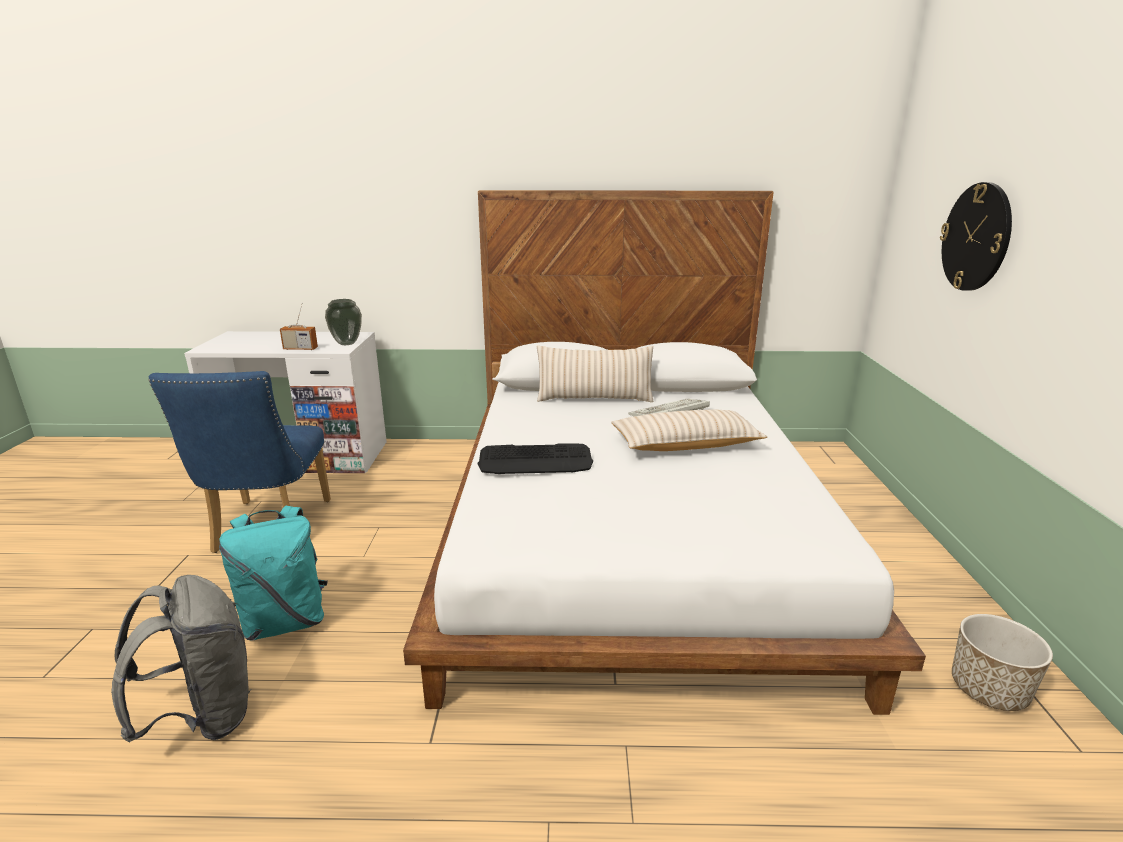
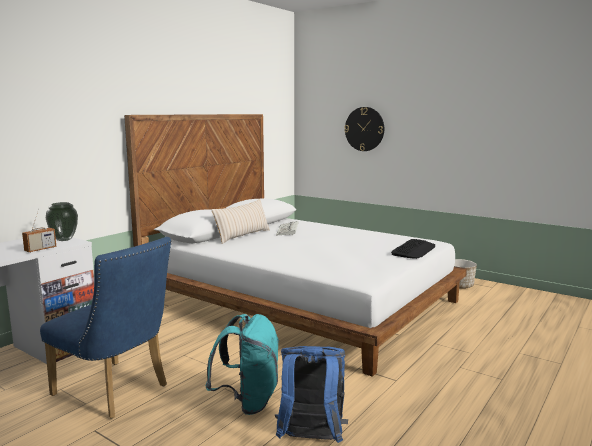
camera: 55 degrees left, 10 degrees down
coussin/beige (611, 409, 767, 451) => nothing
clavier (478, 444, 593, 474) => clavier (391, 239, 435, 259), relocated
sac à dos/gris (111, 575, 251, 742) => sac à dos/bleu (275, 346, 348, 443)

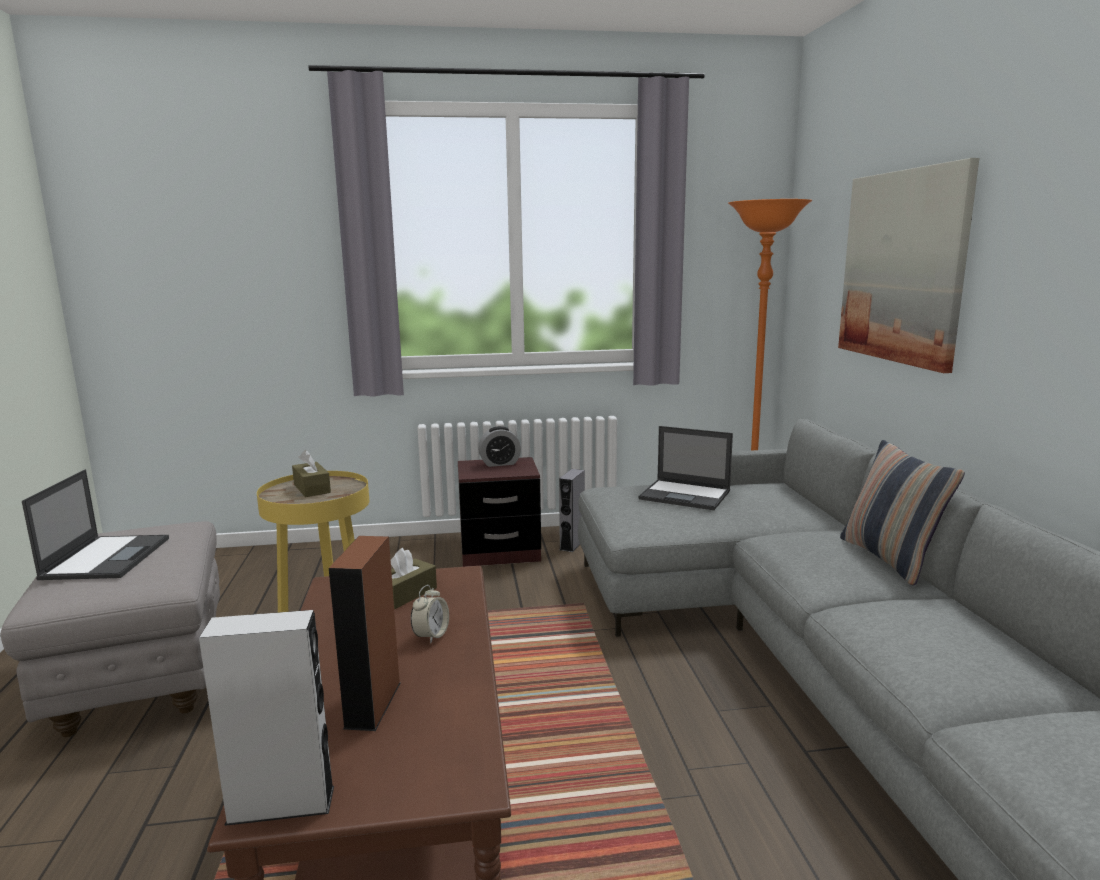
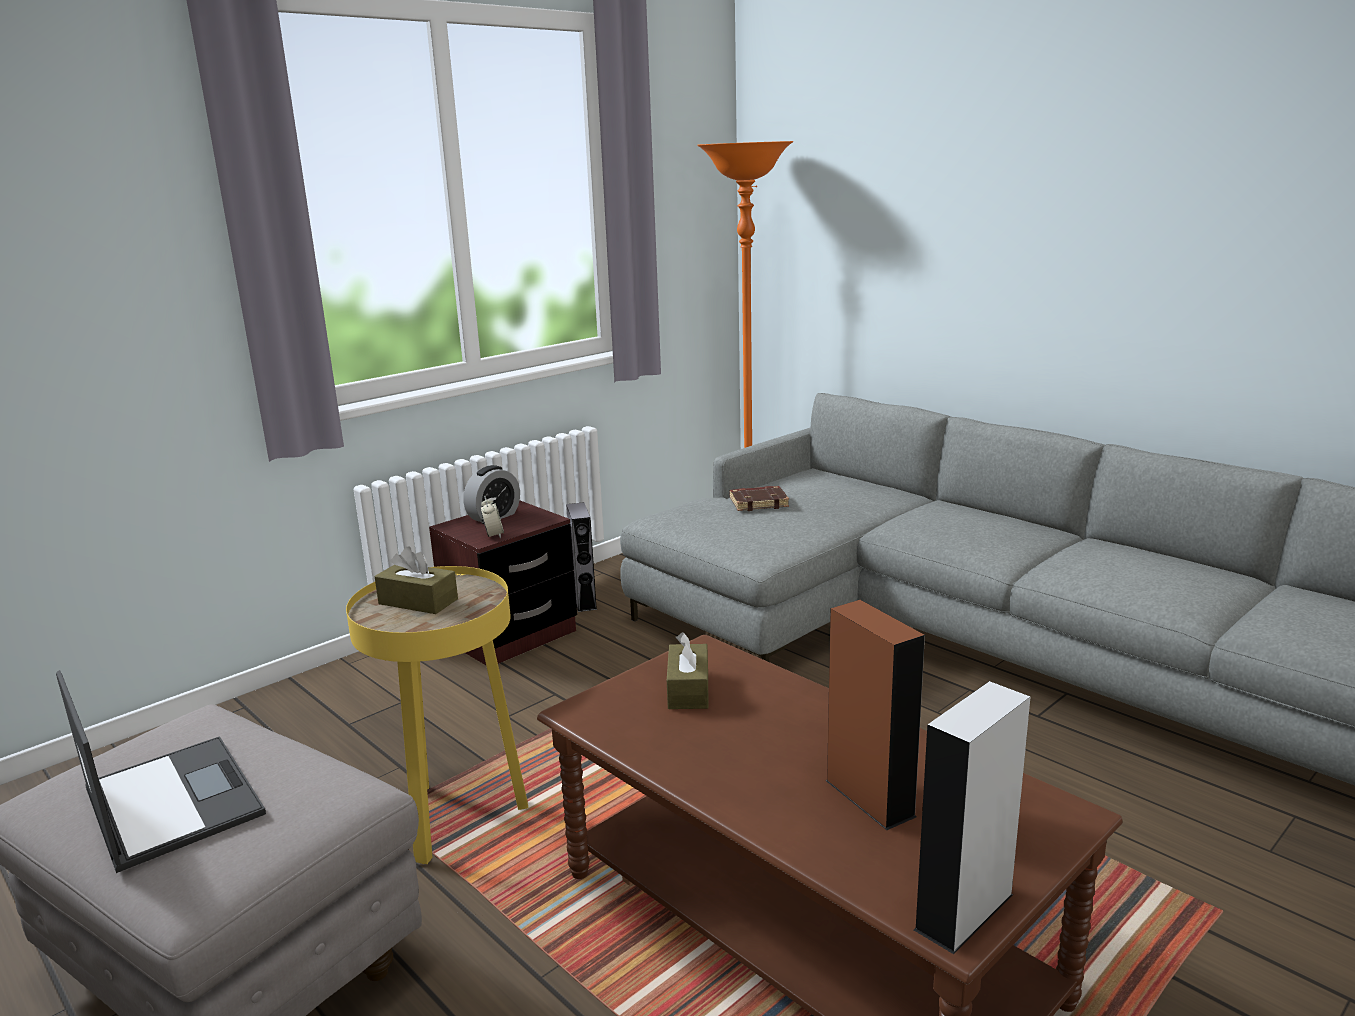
camera: 35 degrees left, 5 degrees up
tableau (838, 158, 980, 373) => nothing
ordinateur portable (638, 426, 733, 510) => livre/marron (729, 486, 789, 511)
coussin (840, 440, 965, 586) => nothing
réveil (411, 585, 449, 644) => réveil (480, 496, 504, 538), relocated

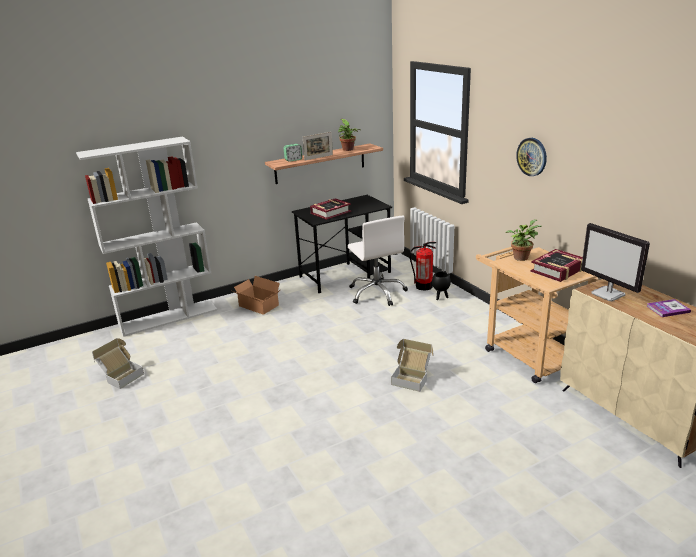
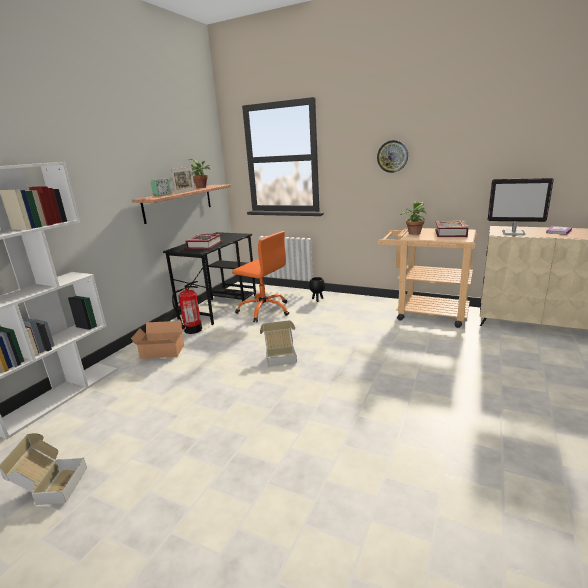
camera: 35 degrees left, 5 degrees down
chaise de bureau/blanc (348, 216, 408, 306) => chaise de bureau/orange (232, 231, 289, 322)
extincteur (410, 242, 436, 291) => extincteur (172, 281, 202, 334), relocated
carton (391, 339, 433, 392) => carton (260, 320, 297, 367), relocated

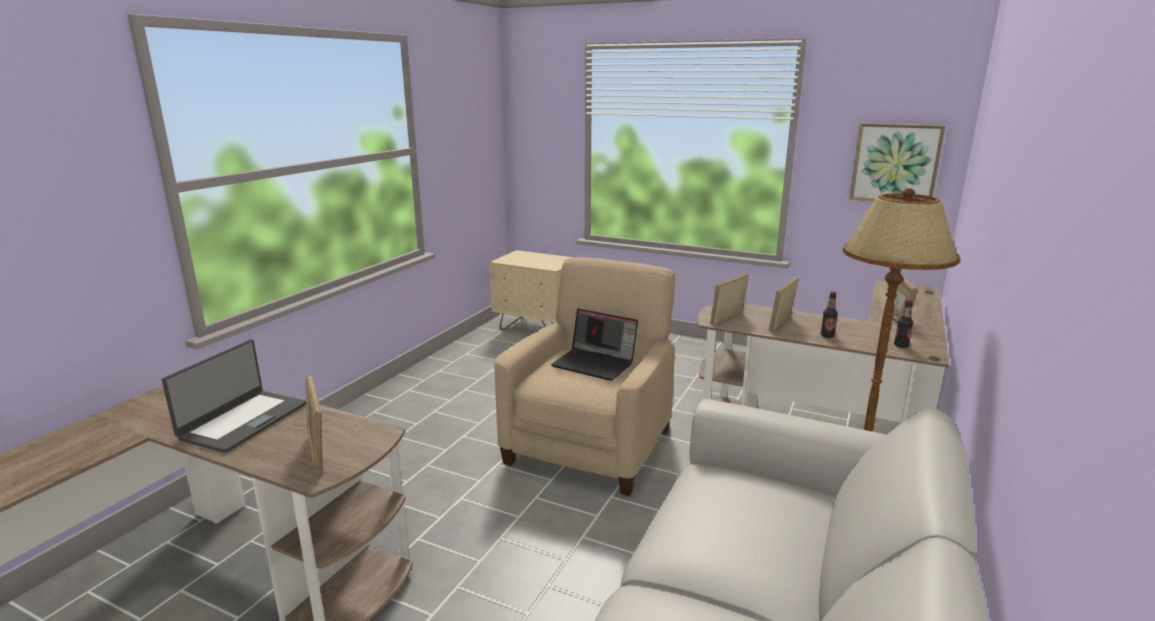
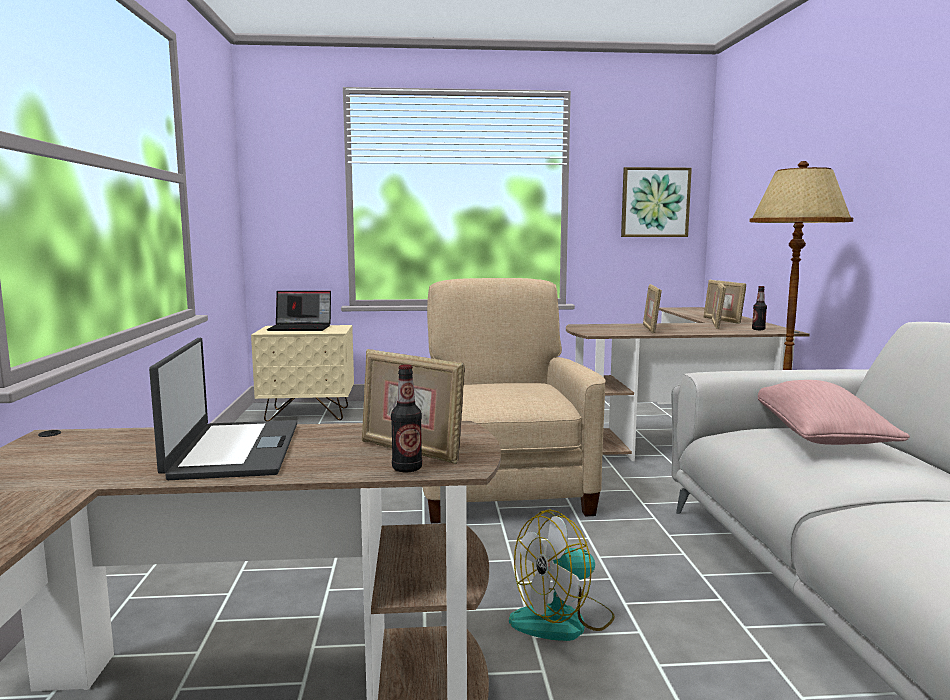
camera: 30 degrees left, 10 degrees down
cadre photo (710, 273, 749, 325) => cadre photo (712, 282, 726, 329), relocated
bouteille (821, 292, 838, 338) => bouteille (391, 364, 422, 473), relocated
ordinateur portable (551, 309, 638, 381) => ordinateur portable (267, 291, 331, 331), relocated
nothing => coussin/rose (758, 380, 910, 445)
nothing => ventilateur (509, 509, 615, 641)

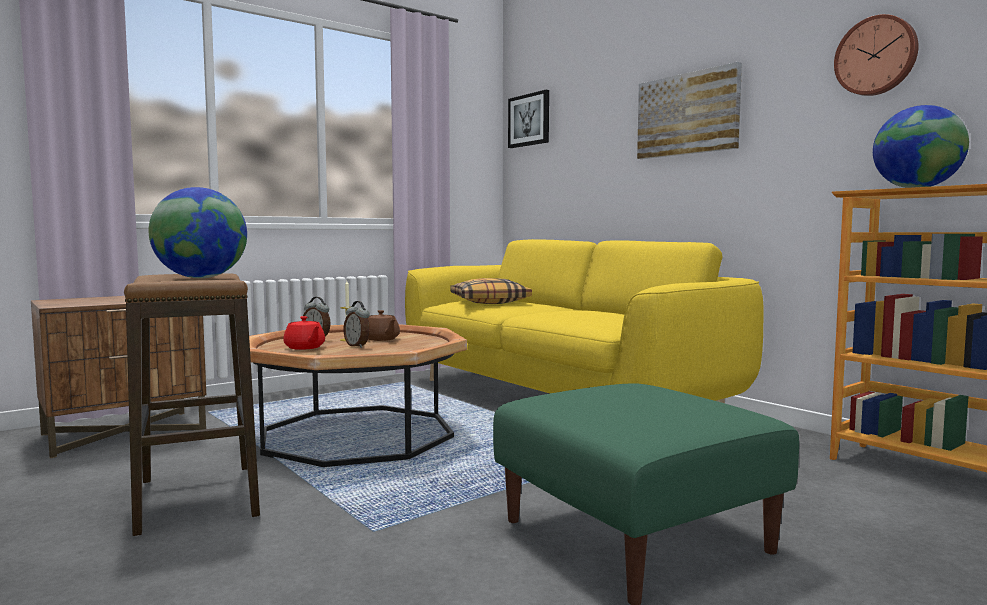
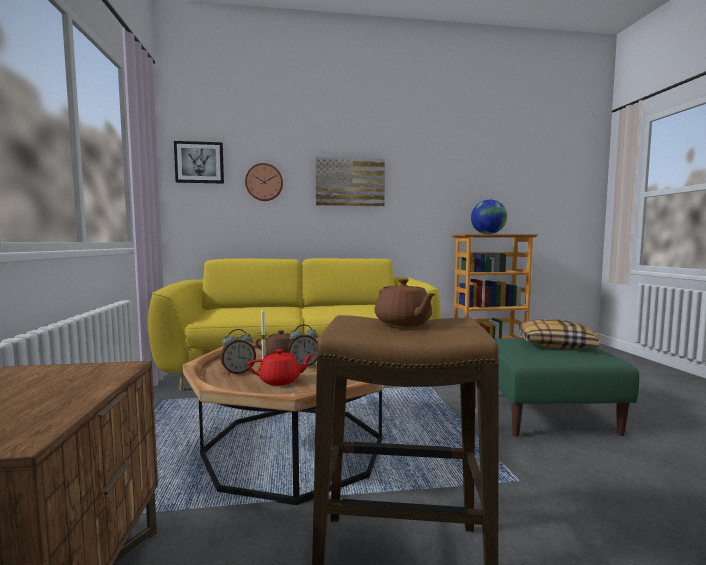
camera: 60 degrees left, 0 degrees up
horloge murale (834, 14, 919, 96) => horloge murale (245, 163, 283, 201), relocated
globe (149, 187, 247, 278) => théière/marron (374, 279, 435, 326)
coussin (450, 278, 532, 304) => coussin (519, 319, 600, 349), relocated

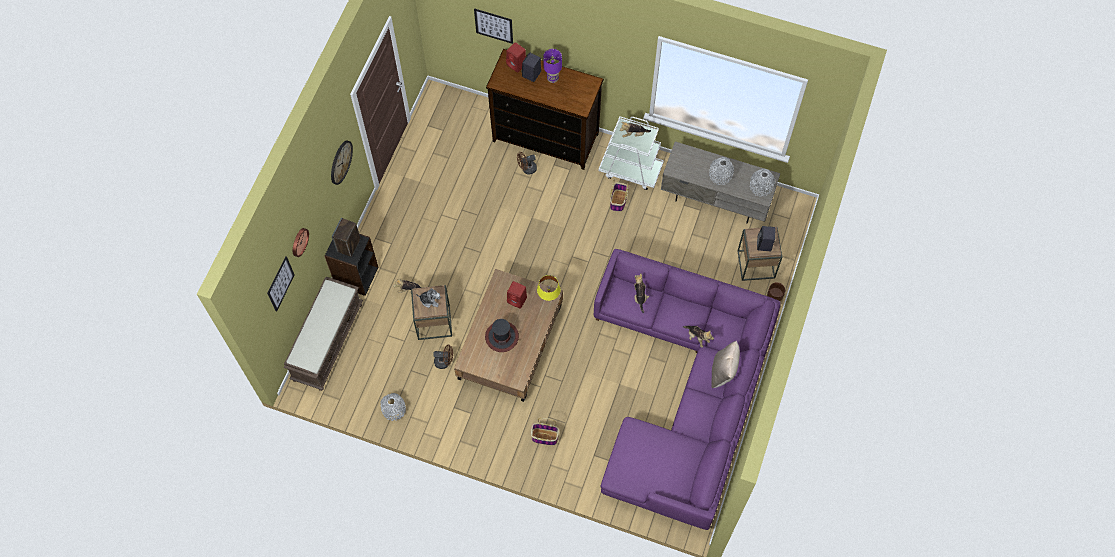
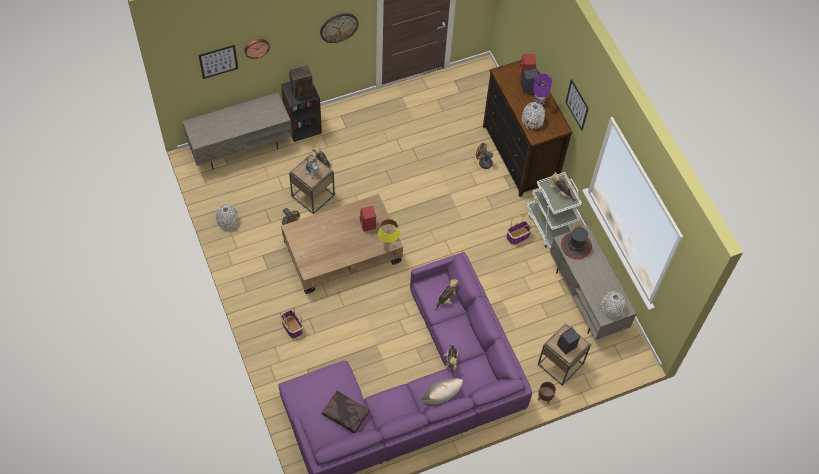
camera: 45 degrees right, 5 degrees down
tableau (474, 8, 513, 44) => tableau (566, 79, 589, 131), relocated
vase/gris (709, 157, 734, 185) => vase/gris (522, 102, 545, 129), relocated
banc/marron (283, 277, 363, 391) => meuble télé/gris (182, 92, 292, 169)
chapeau (485, 319, 519, 352) => chapeau (561, 227, 592, 259), relocated
nothing => coussin/marron (322, 391, 370, 433)

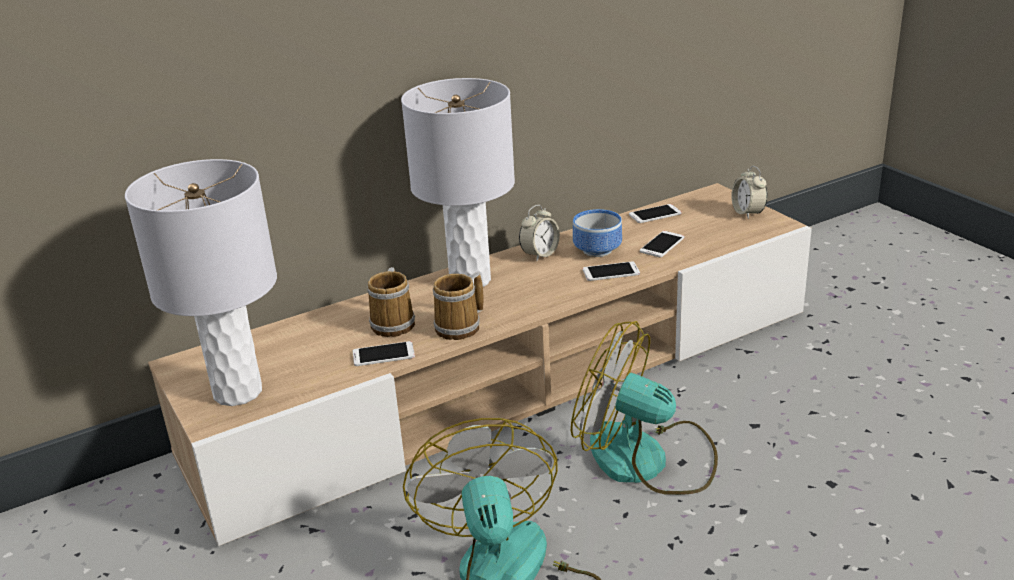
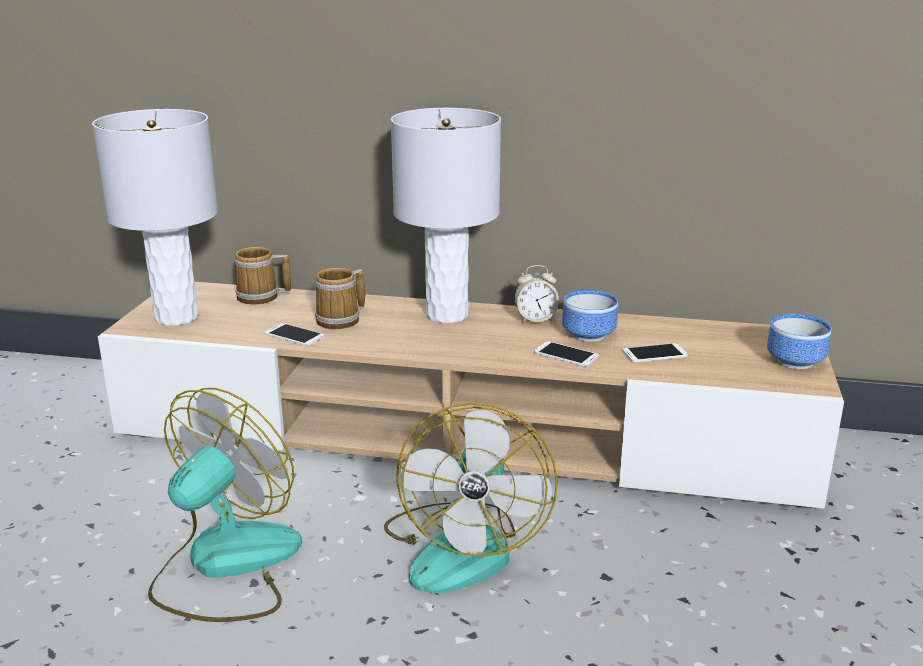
camera: 40 degrees right, 5 degrees down
réveil (731, 166, 768, 219) => bol (767, 314, 831, 369)
téléphone (629, 204, 682, 223) => nothing
mug (433, 272, 484, 340) => mug (234, 247, 291, 305), relocated
ventilateur (571, 321, 718, 495) => ventilateur (384, 403, 558, 593), 150 degrees counterclockwise

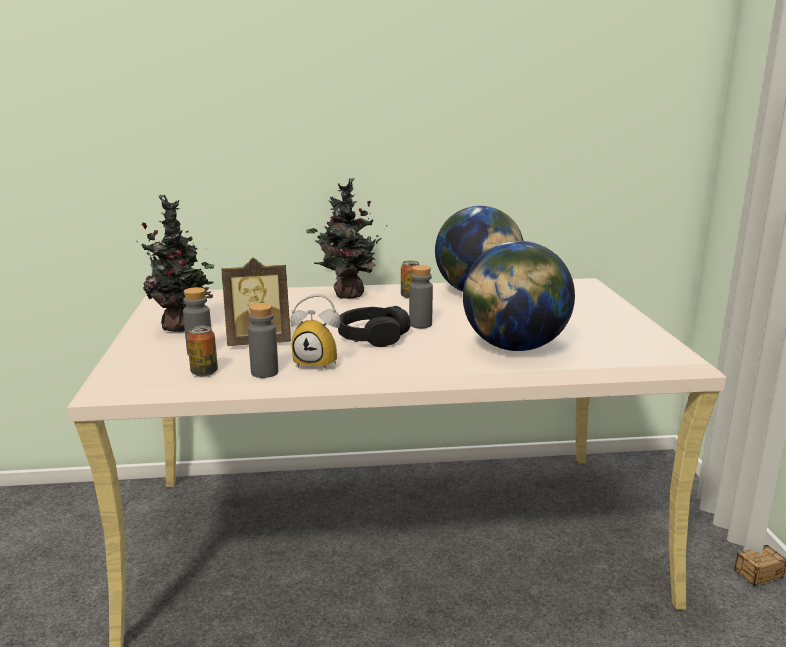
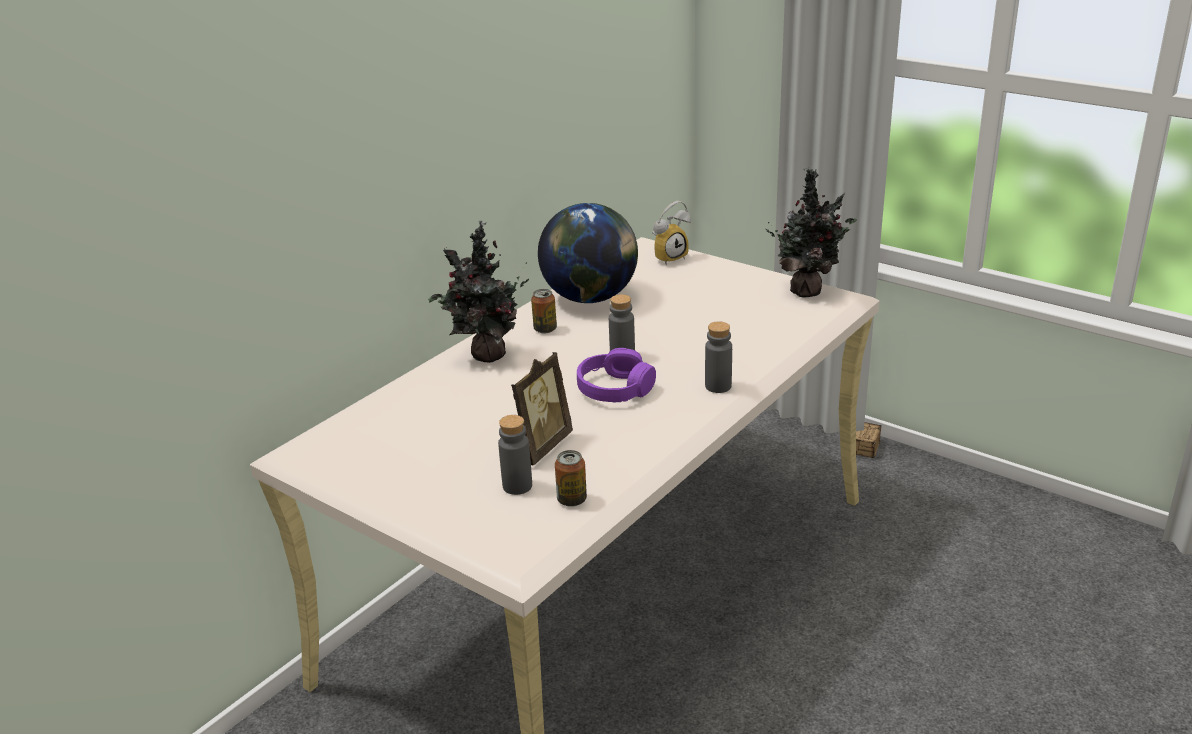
camera: 45 degrees left, 10 degrees up
plante en pot (137, 195, 214, 332) => plante en pot (766, 168, 857, 298), relocated
globe (463, 241, 575, 351) => nothing
réveil (290, 294, 340, 371) => réveil (652, 201, 691, 265), relocated
bouteille/gris (248, 303, 278, 378) => bouteille/gris (705, 321, 732, 393), relocated
casque audio/noir (338, 306, 410, 347) => casque audio/violet (577, 348, 656, 402)

